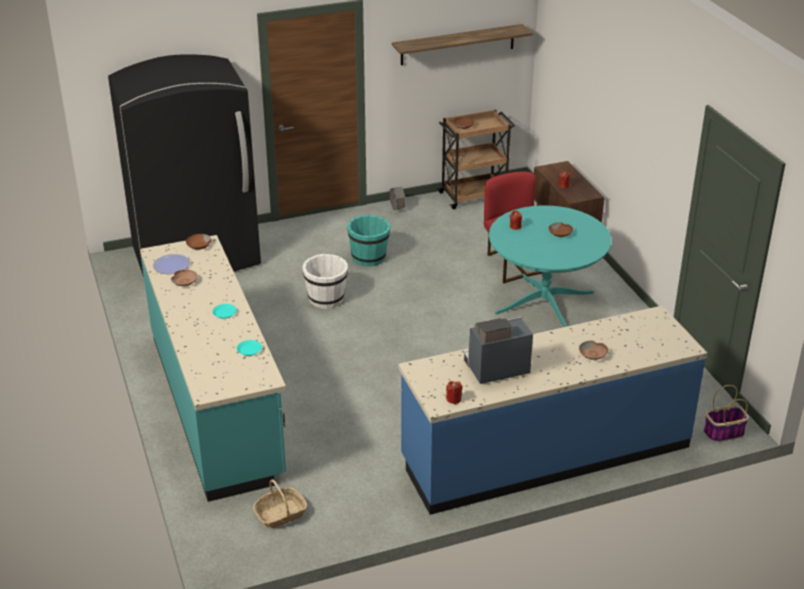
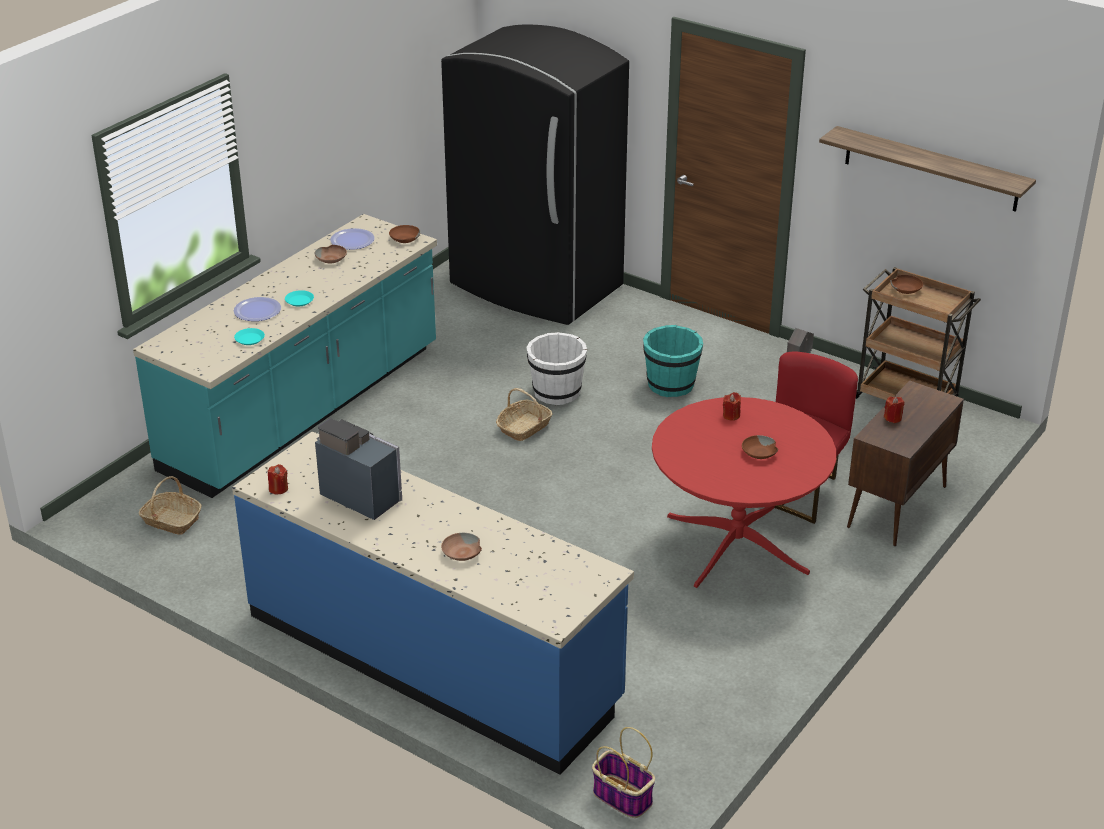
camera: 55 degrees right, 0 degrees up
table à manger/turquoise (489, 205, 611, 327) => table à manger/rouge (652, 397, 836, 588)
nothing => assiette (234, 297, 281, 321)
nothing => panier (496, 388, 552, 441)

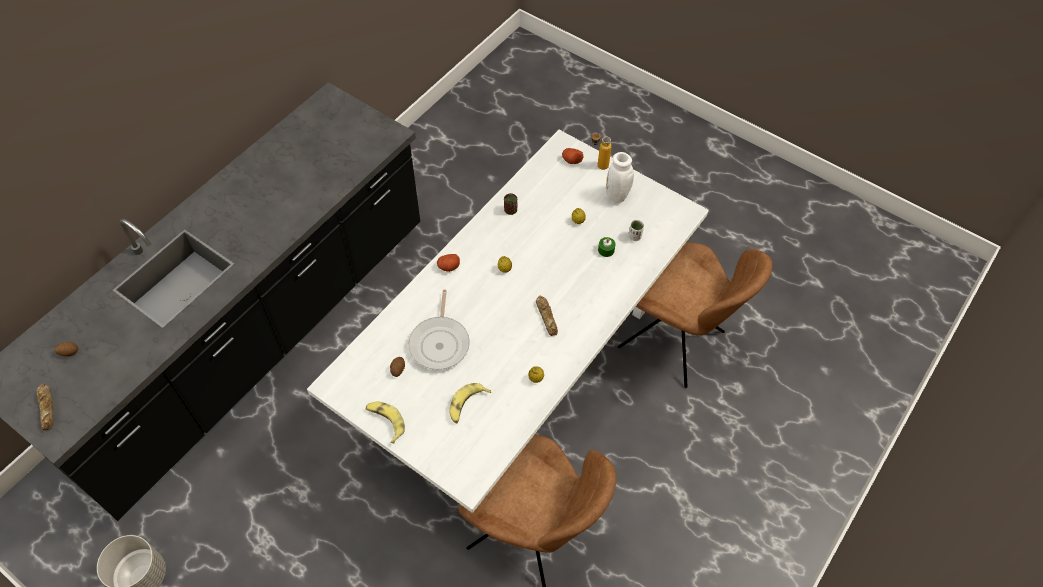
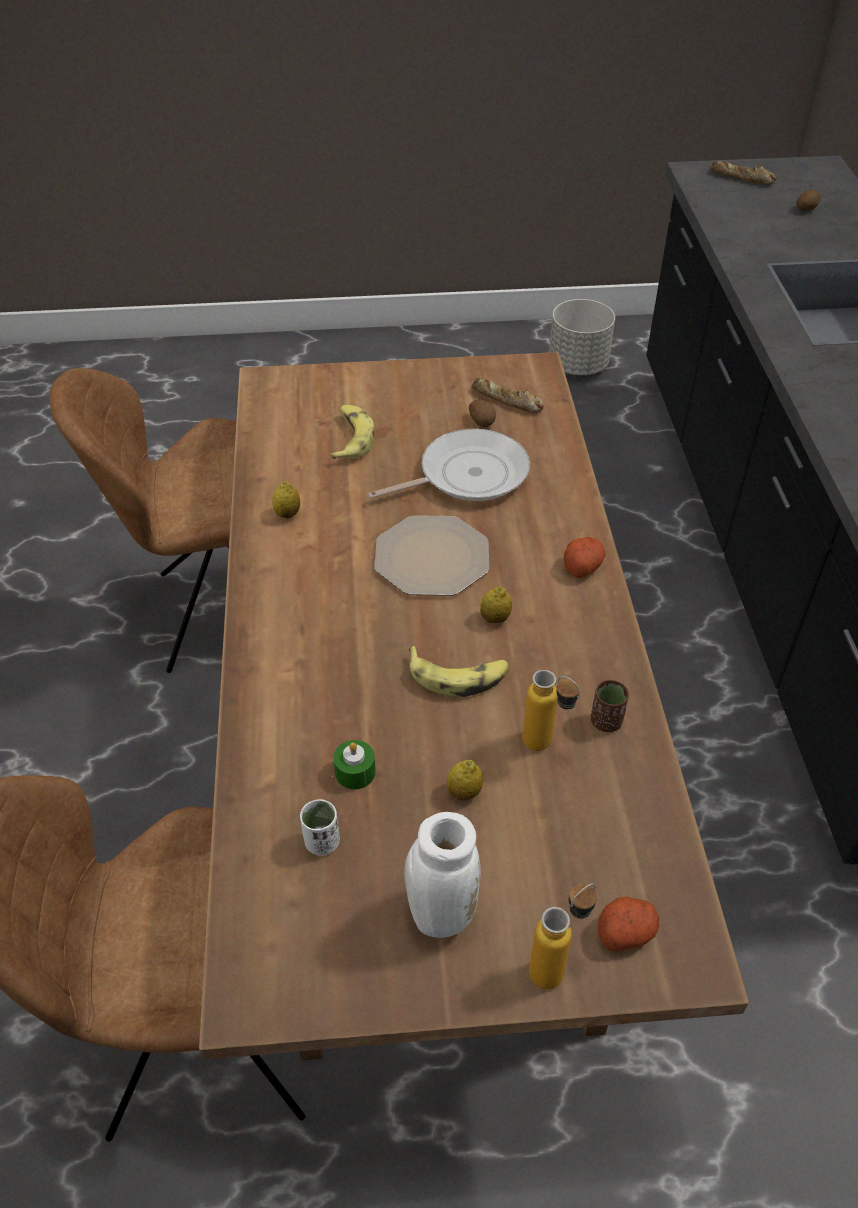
camera: 140 degrees right, 10 degrees down
table à manger/blanc (307, 130, 709, 513) => table à manger/marron (199, 352, 749, 1061)
poêle (409, 289, 470, 370) => poêle (368, 429, 530, 501), 105 degrees clockwise
pain (536, 295, 558, 336) => pain (471, 378, 544, 413), relocated
banane (366, 402, 405, 443) => banane (409, 646, 509, 697), relocated
nothing => assiette (374, 515, 489, 596)
nothing => bouteille (522, 670, 580, 751)

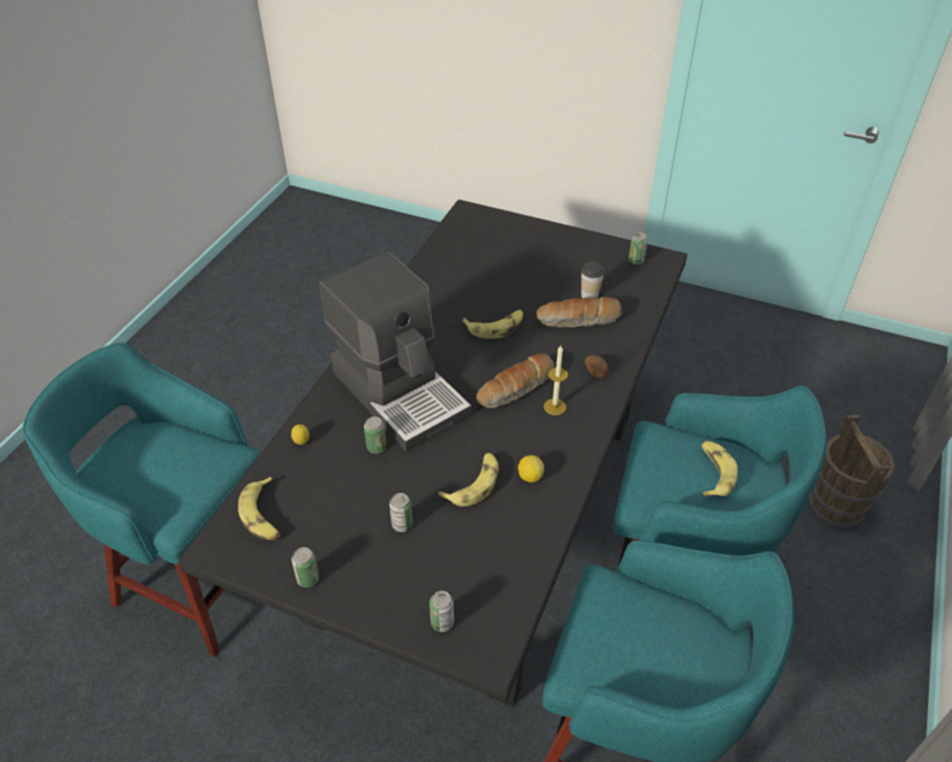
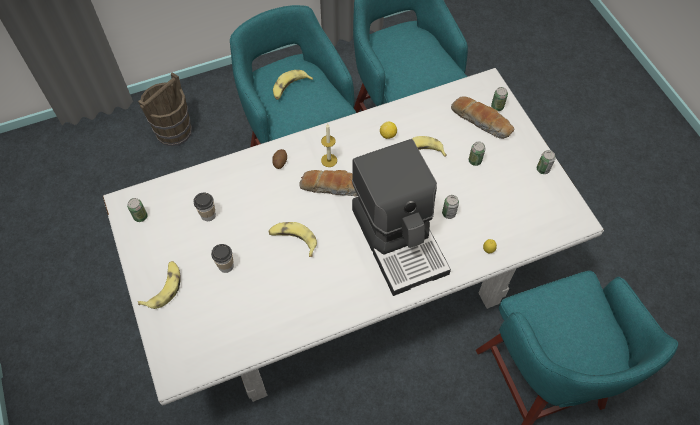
camera: 135 degrees left, 15 degrees up
table à manger/noir (178, 199, 687, 706) => table à manger/blanc (103, 68, 604, 406)
machine à café (319, 252, 472, 452) => machine à café (352, 139, 451, 296), 150 degrees clockwise
pain (536, 297, 622, 328) => pain (451, 96, 514, 139), relocated
banane (238, 477, 281, 540) => banane (138, 261, 181, 309), relocated
nothing => tasse (211, 244, 234, 273)

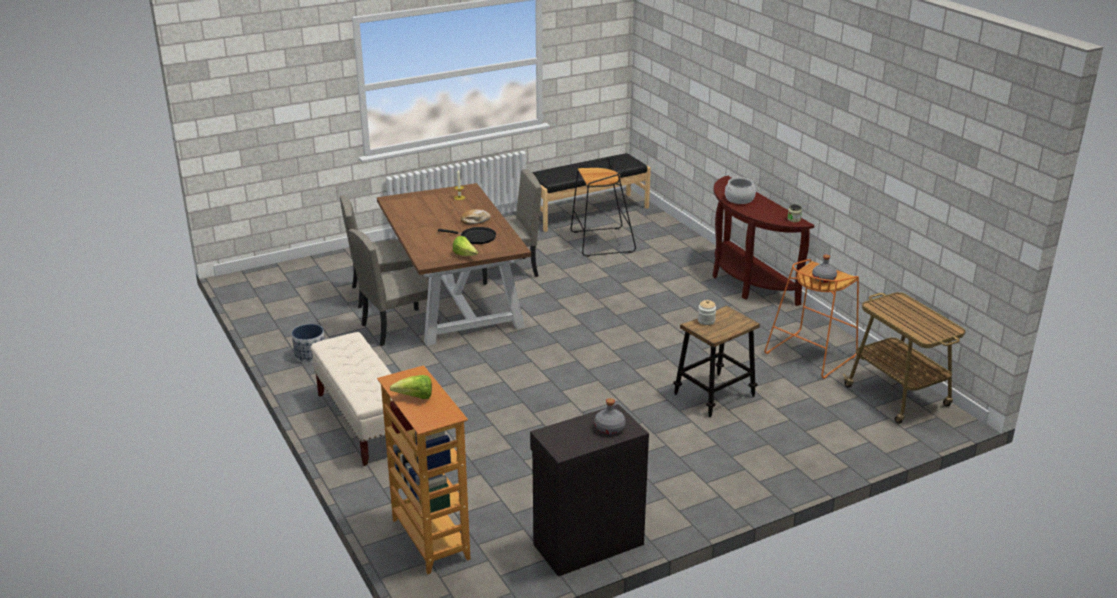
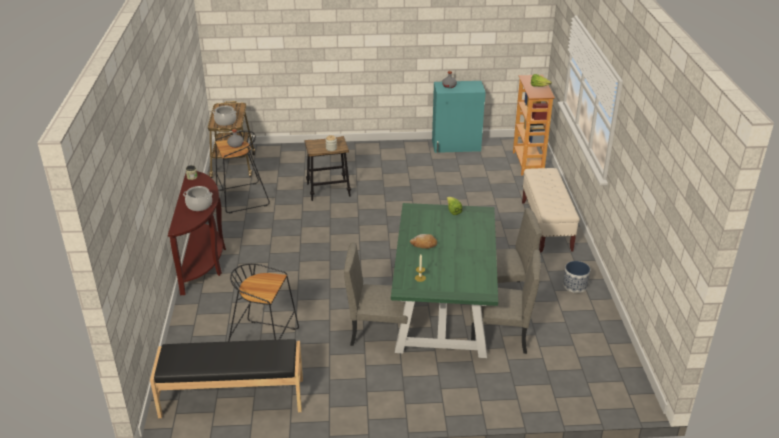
camera: 155 degrees left, 5 degrees up
table à manger/marron (377, 183, 531, 346) => table à manger/vert (391, 203, 498, 358)
poêle/noir (438, 227, 496, 244) => nothing
tabouret/orange (765, 259, 859, 379) => tabouret/noir (215, 131, 270, 214)
meuble de rangement/noir (530, 404, 649, 577) => meuble de rangement/turquoise (432, 81, 486, 153)
nothing => marmite (212, 106, 237, 126)

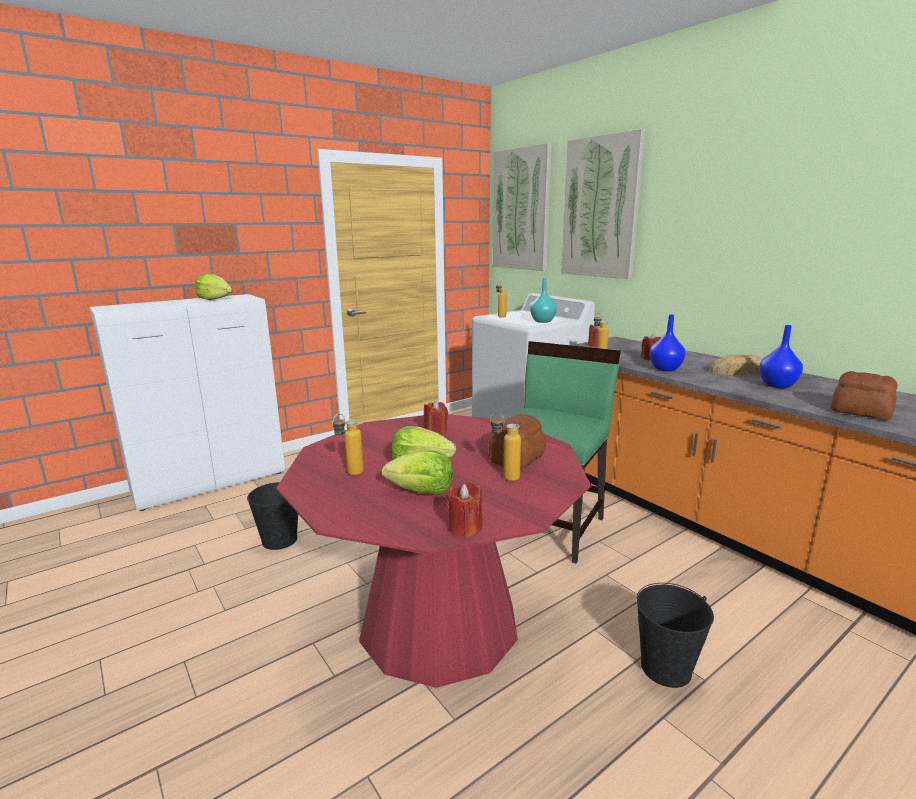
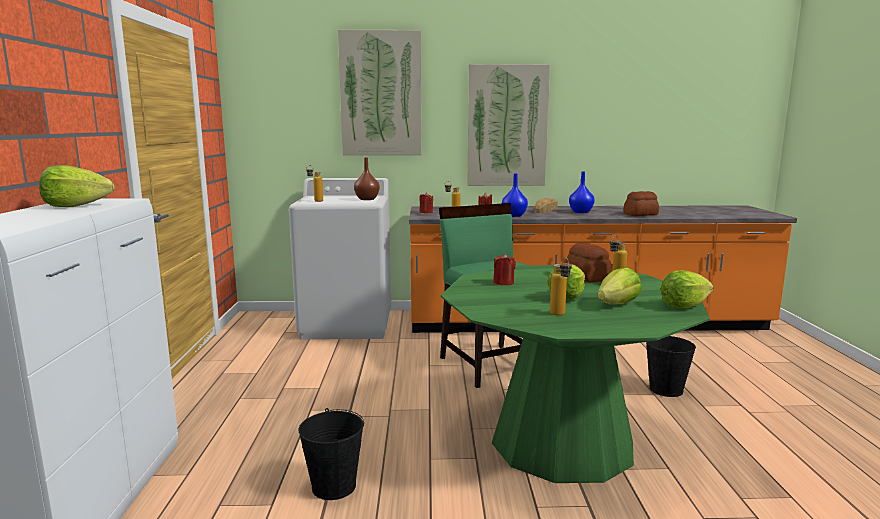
camera: 55 degrees left, 5 degrees down
tableau (493, 143, 552, 271) => tableau (468, 64, 550, 186), relocated
vase/turquoise (530, 278, 557, 323) => vase/marron (354, 157, 380, 200)
table à manger/rouge (276, 414, 591, 688) => table à manger/vert (441, 265, 710, 483)
bougie/rouge (446, 482, 483, 538) => laitue (660, 271, 713, 308)

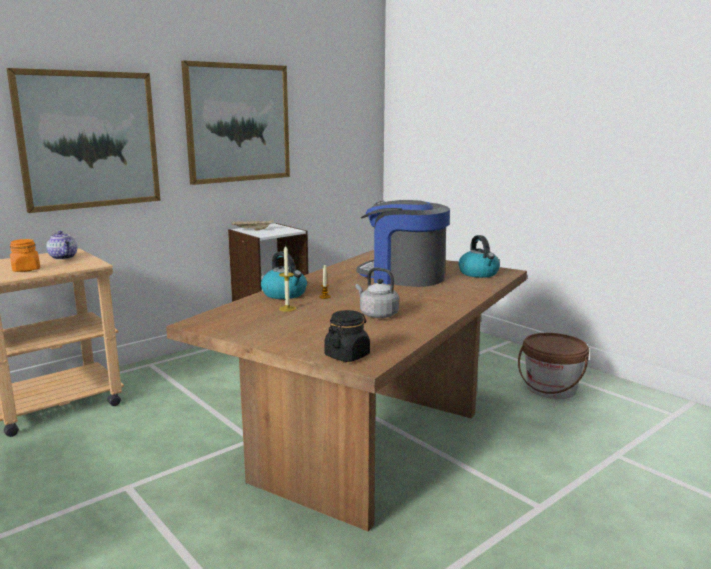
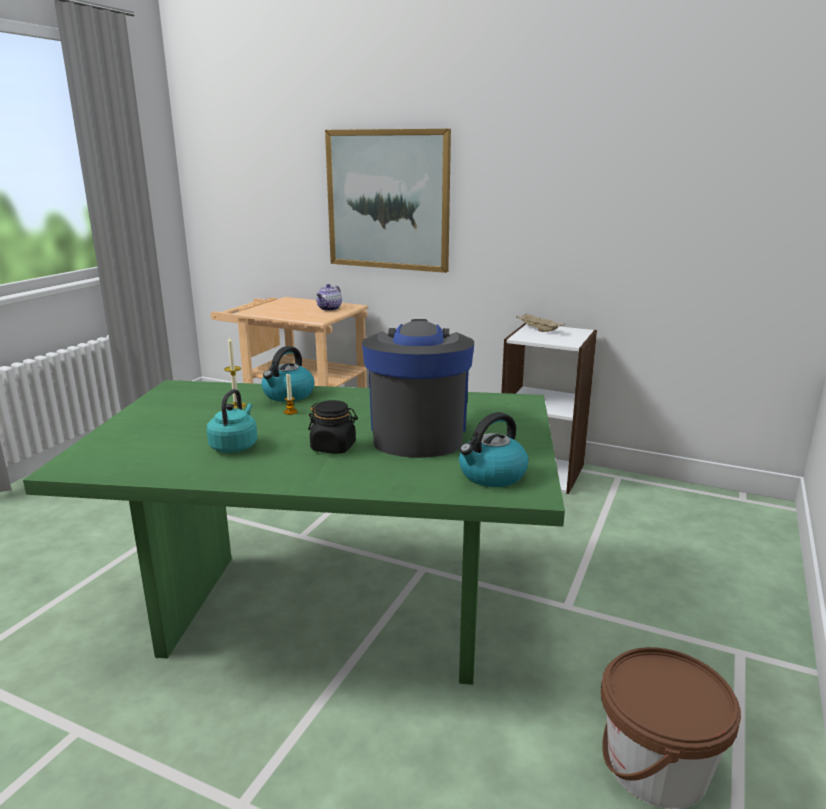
camera: 65 degrees right, 5 degrees up
tableau (181, 61, 290, 185) => nothing
bocal/orange (10, 239, 40, 272) => nothing
table à manger/marron (166, 250, 527, 531) => table à manger/vert (23, 380, 565, 685)
bouilloire/gris (355, 268, 399, 318) => bouilloire/turquoise (207, 389, 258, 453)
bocal/noir (324, 310, 370, 362) => bocal/noir (308, 400, 358, 454), relocated

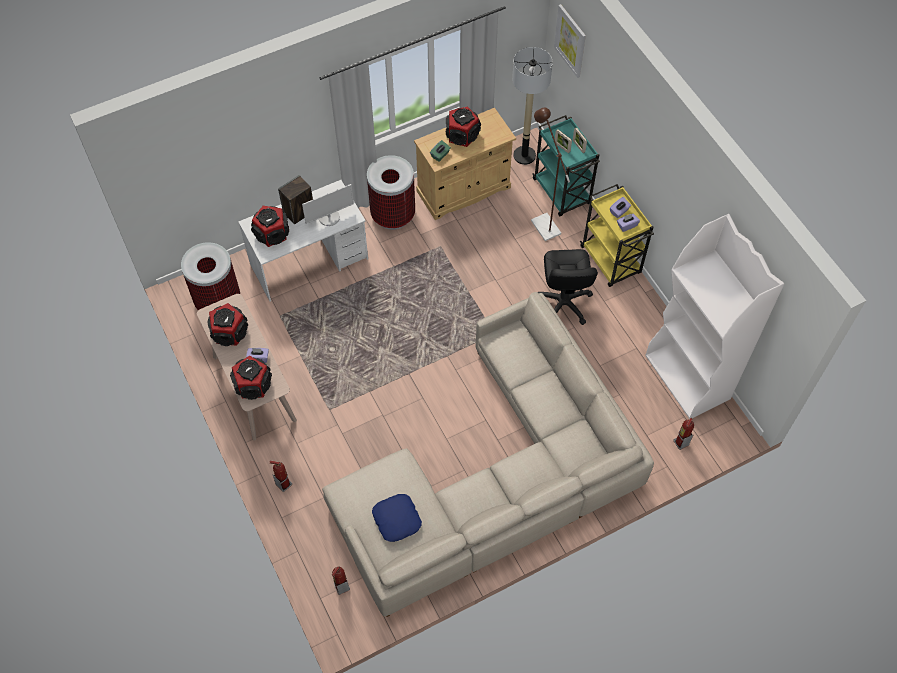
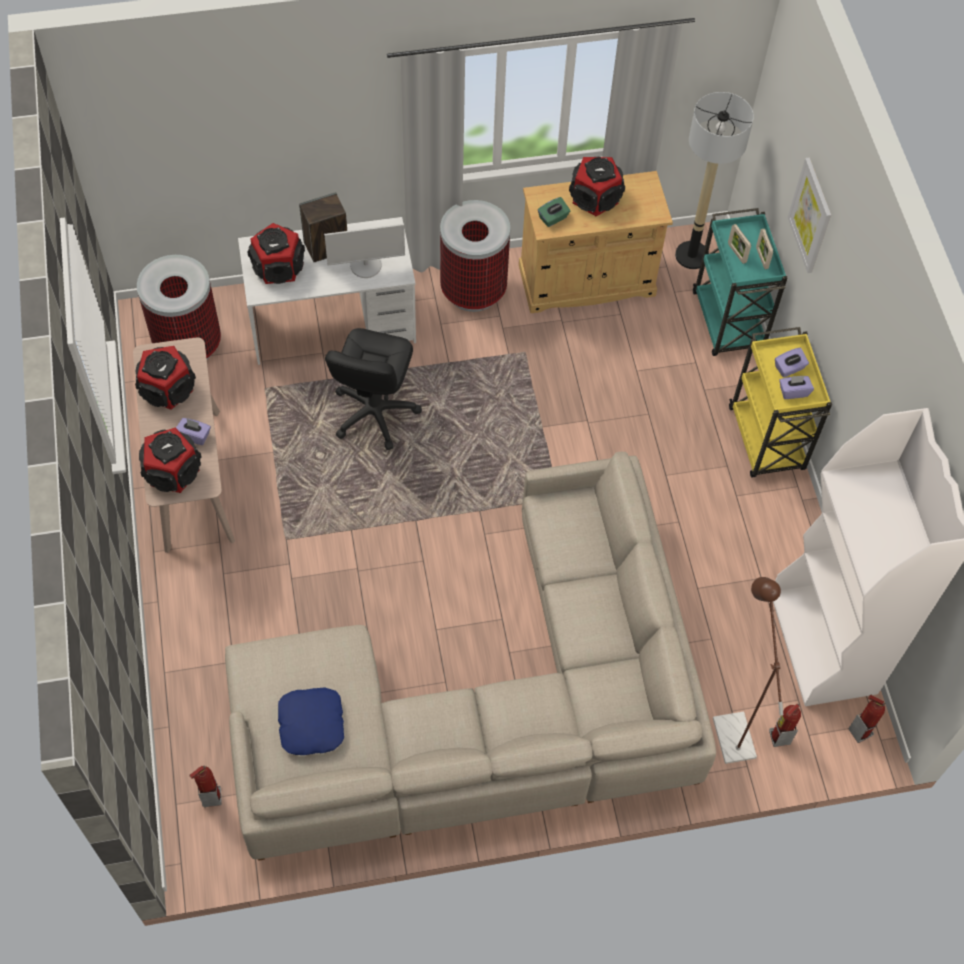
camera: 15 degrees right, 0 degrees up
tableau (554, 4, 586, 78) => tableau (788, 157, 831, 273), relocated
lampadaire/marron (531, 108, 570, 241) => lampadaire/marron (713, 577, 783, 764), relocated
chaise de bureau/noir (537, 249, 598, 325) => chaise de bureau/noir (325, 328, 422, 450), relocated
extincteur (269, 460, 292, 492) => extincteur (848, 694, 885, 743), relocated

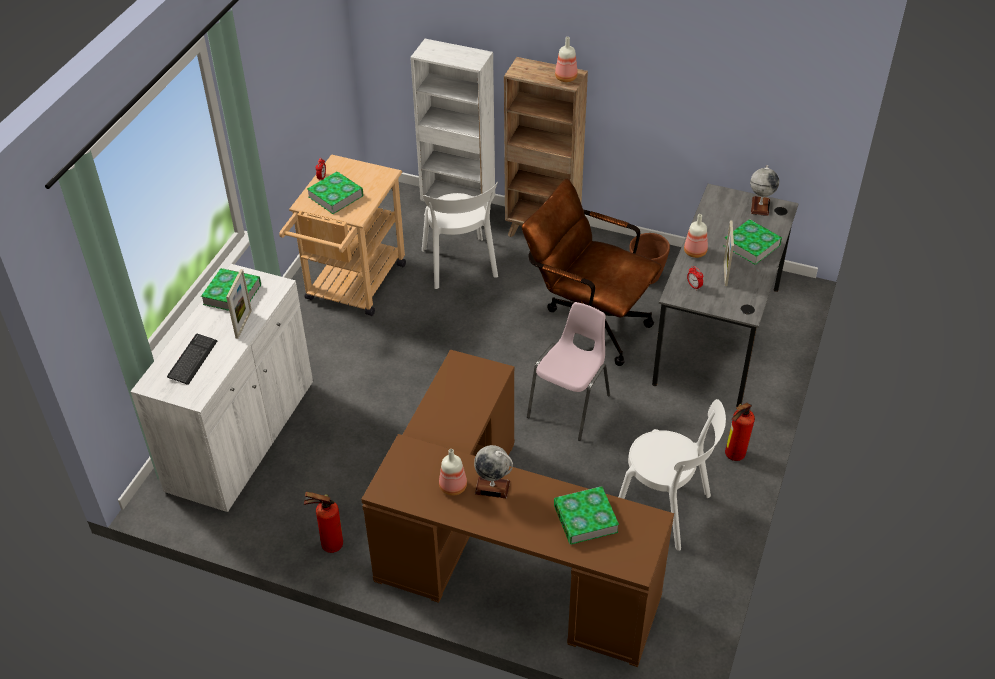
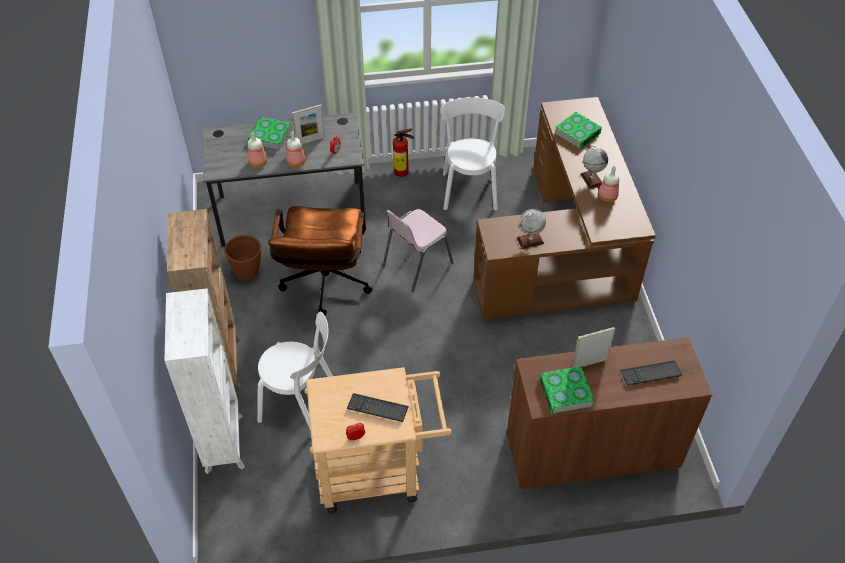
camera: 120 degrees left, 5 degrees up
bouteille (555, 37, 578, 82) => bouteille (248, 132, 267, 167), relocated
globe (750, 165, 779, 216) => globe (517, 209, 546, 249), relocated
livre (307, 171, 364, 214) => clavier (347, 393, 409, 422)
chaise/blanc (422, 182, 498, 289) => chaise/blanc (257, 312, 333, 431), 60 degrees clockwise
meuble de rangement/blanc (130, 264, 313, 513) => meuble de rangement/marron (507, 337, 712, 490)
chaise/rose (527, 302, 610, 441) => chaise/rose (382, 209, 454, 292), 45 degrees counterclockwise
extincteur (304, 492, 343, 553) => nothing

